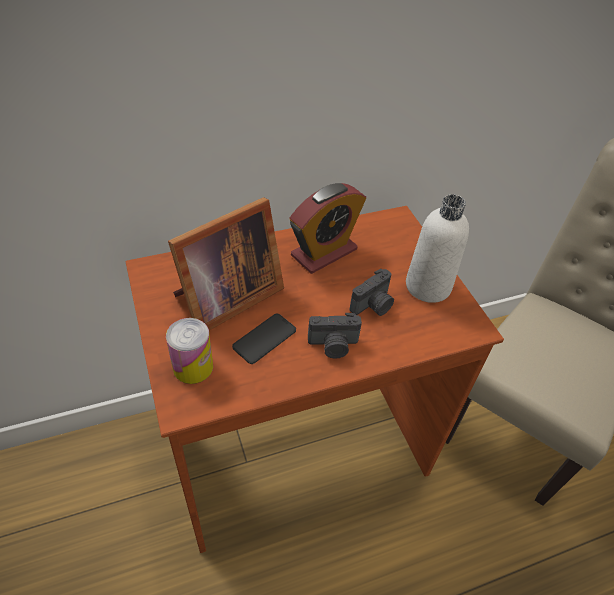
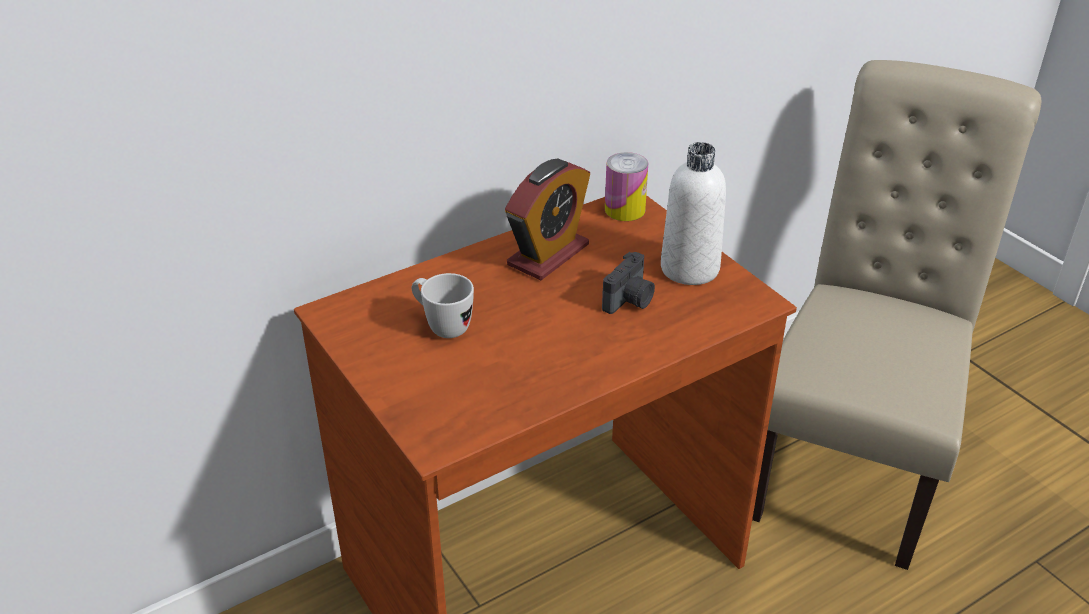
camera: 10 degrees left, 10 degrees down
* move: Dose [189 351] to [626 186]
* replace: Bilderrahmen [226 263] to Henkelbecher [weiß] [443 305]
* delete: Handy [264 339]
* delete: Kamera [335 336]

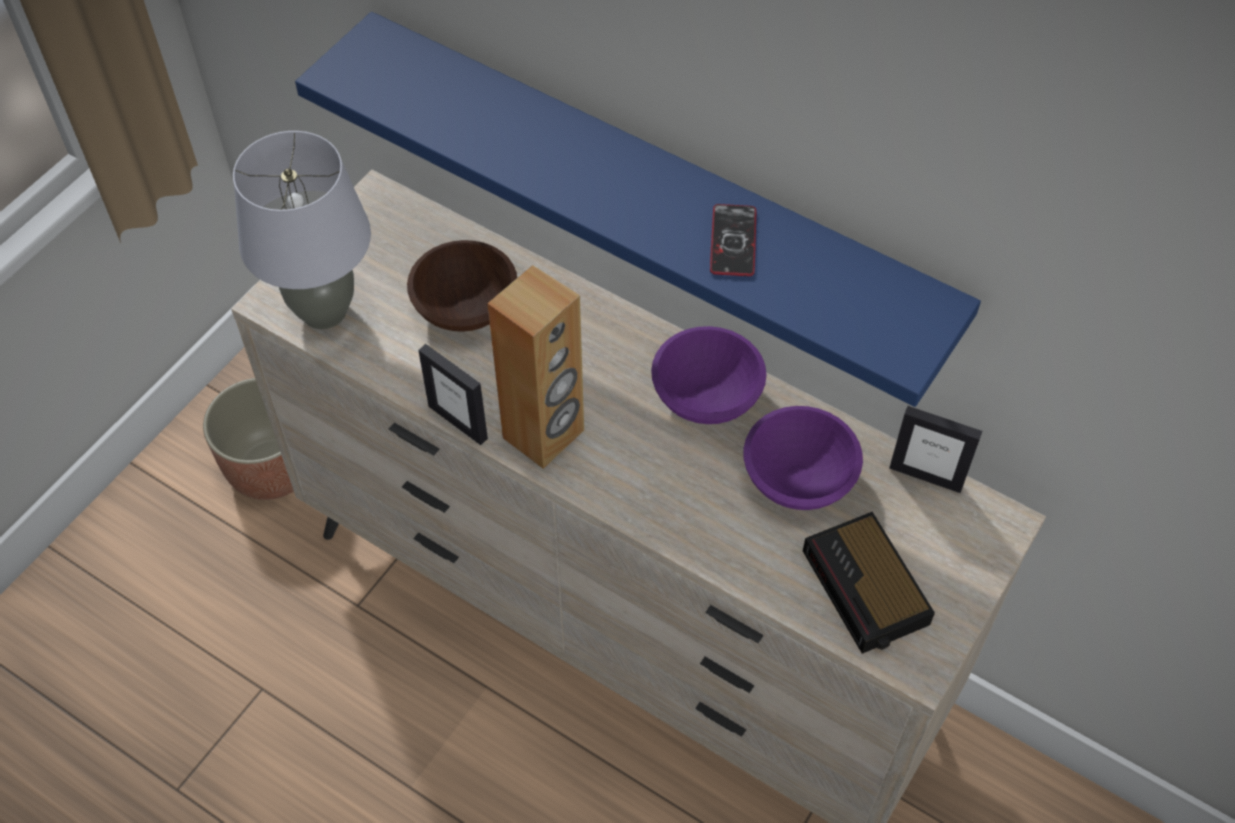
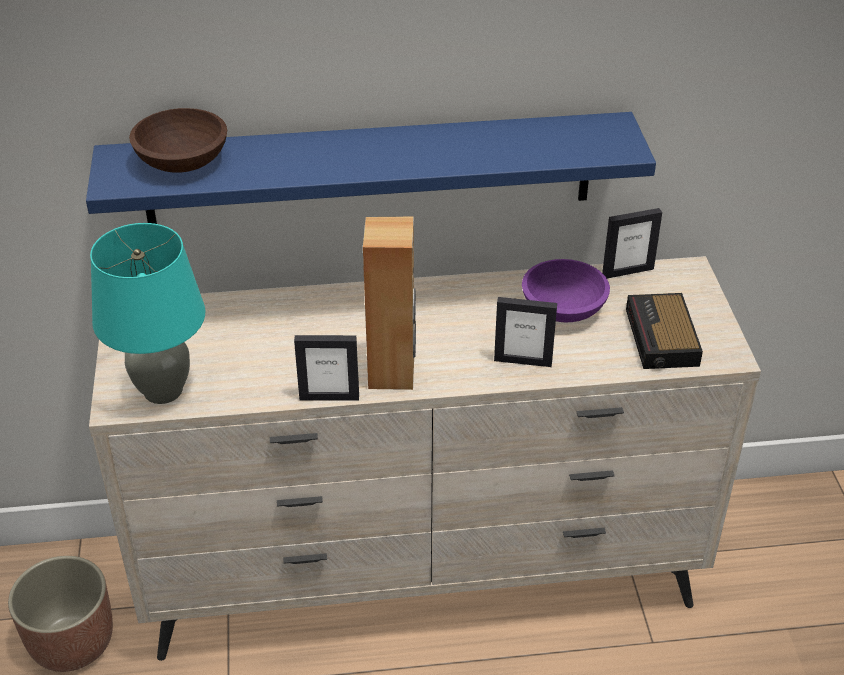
camera: 40 degrees left, 15 degrees down
* recolor: Tischlampe [grau] [302 230] to Tischlampe [türkis] [147 313]
* move: Schüssel [braun] [462 286] to [178 140]
* delete: Schüssel [lila] [709 375]
* delete: Handy [733 240]
* rotate: Wecker [869 583] = [664 331] 60 degrees clockwise
* insert: Bilderrahmen [525 332]

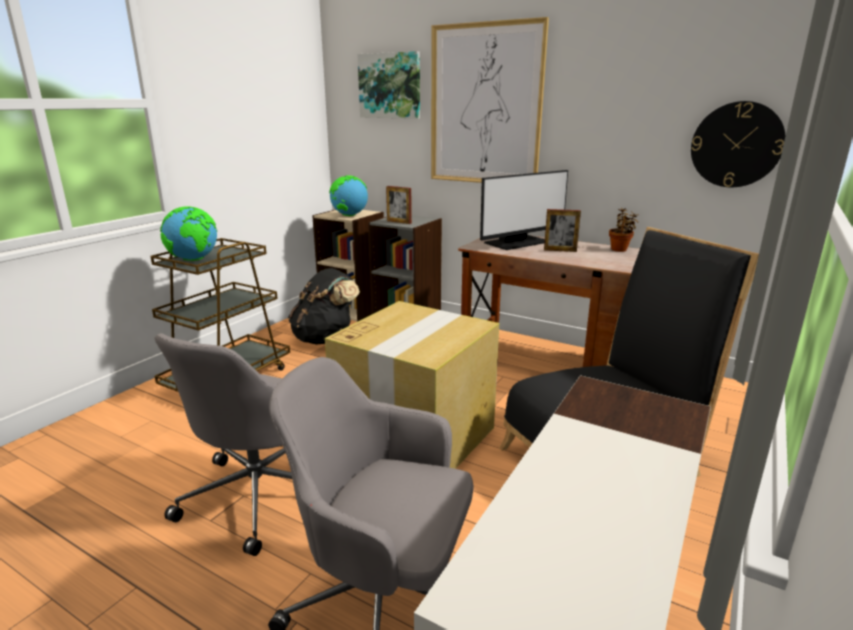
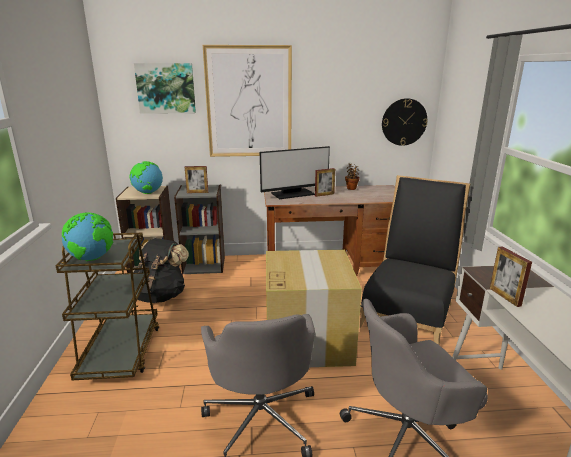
camera: 35 degrees left, 0 degrees up
* rotate: Monitor [524 210] = [295 172] 45 degrees clockwise
* insert: Bilderrahmen [511 276]

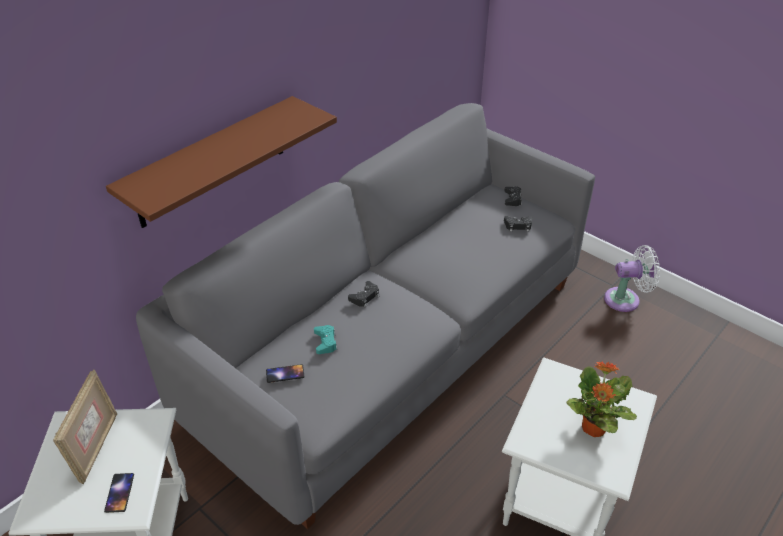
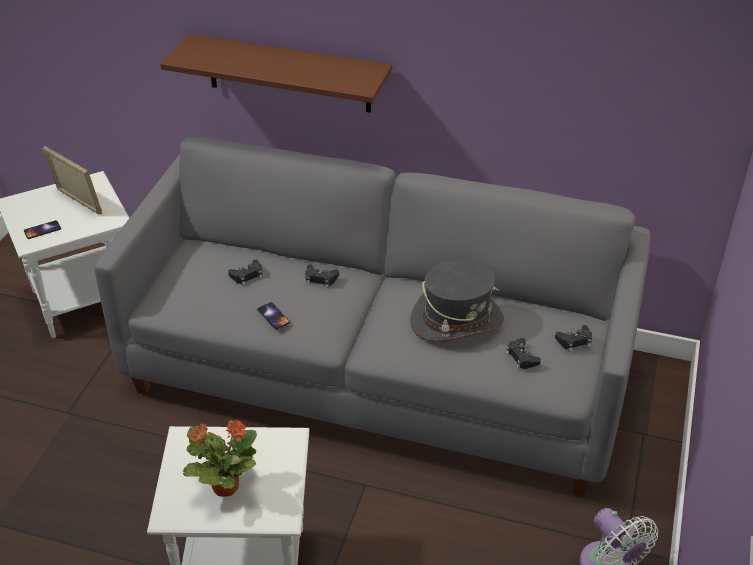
camera: 65 degrees right, 0 degrees up
* rotate: Bilderrahmen [85 426] = [72 180] 120 degrees counterclockwise
* move: Handy [285 373] to [273 316]
* recolor: Gamepad [türkis] [326 339] to Gamepad [schwarz] [245 272]
* insert: Hut [grau] [457 301]

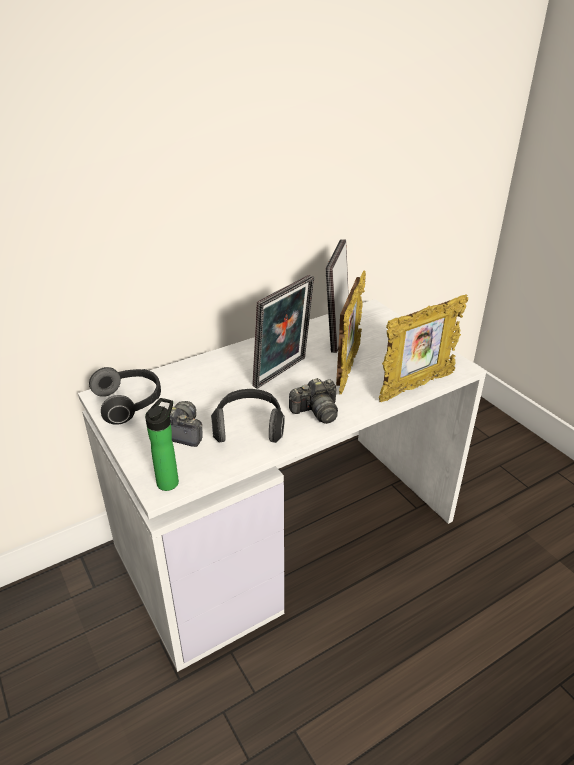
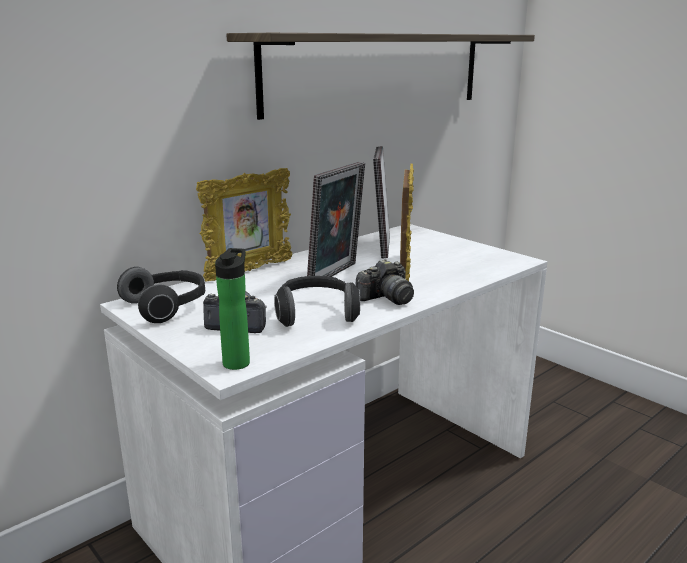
camera: 10 degrees left, 15 degrees down
* move: Bilderrahmen [423 348] to [244 225]
* insert: Wandregal [380 76]

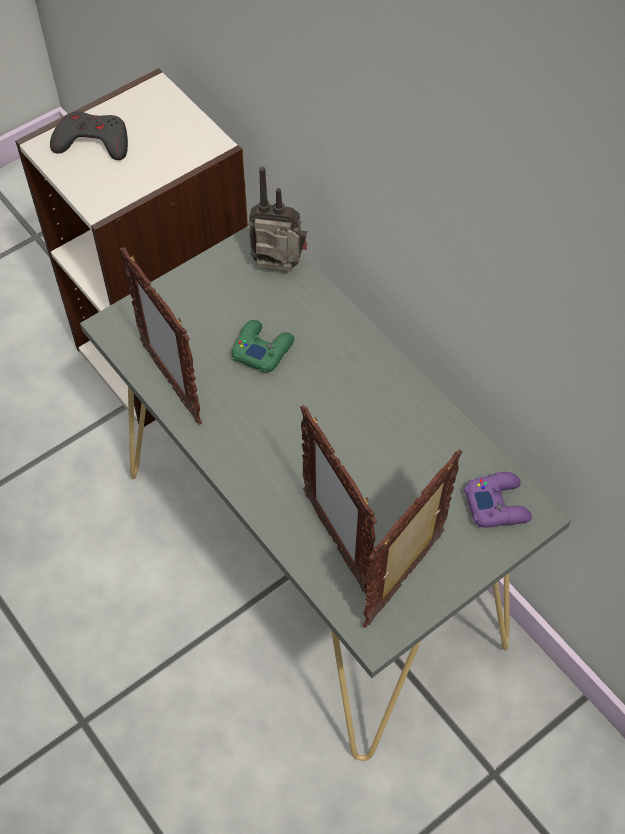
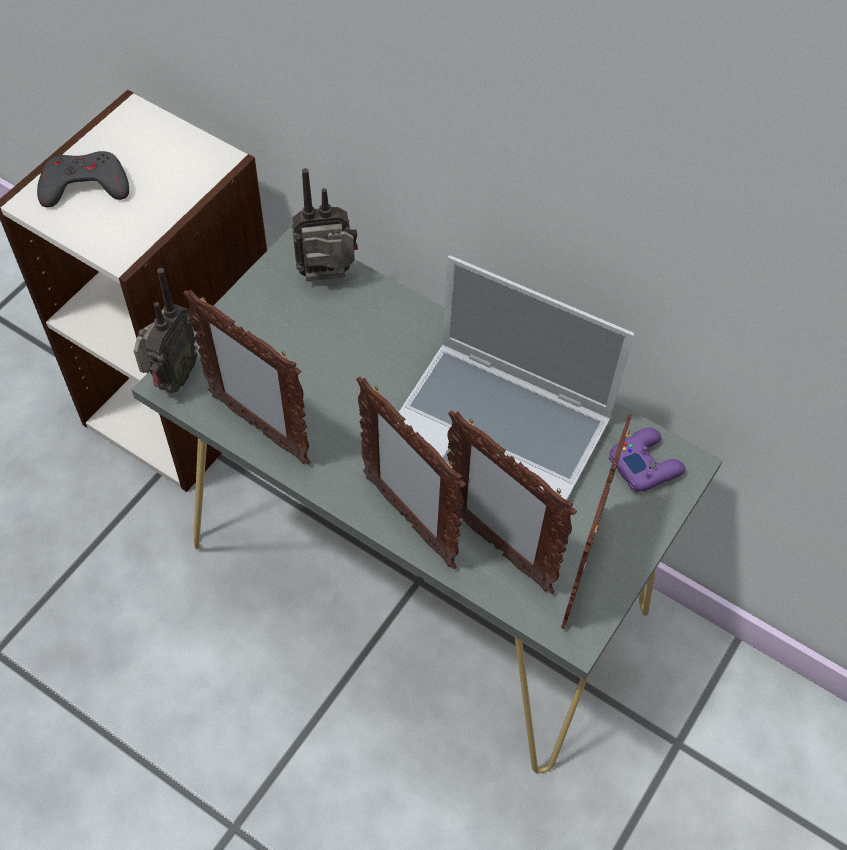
camera: 20 degrees left, 0 degrees up
* delete: Gamepad [grün] [263 346]
* insert: Radio [166 330]
* insert: Bilderrahmen [411 473]
* insert: Laptop [516 377]

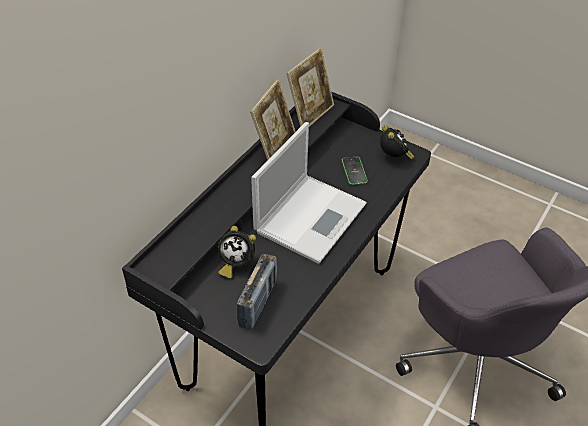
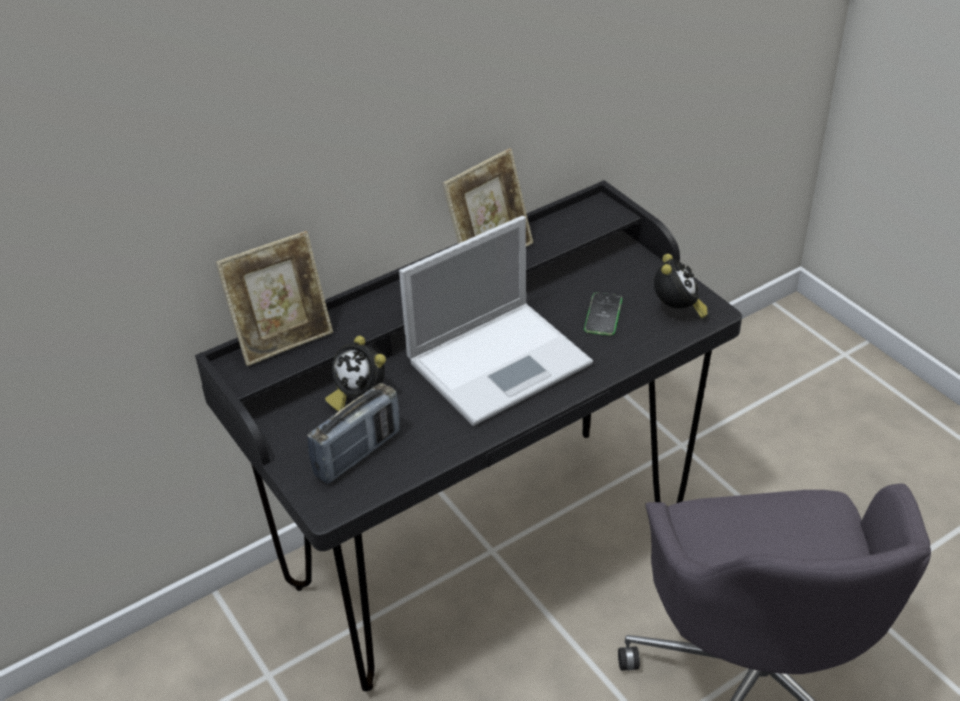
camera: 25 degrees right, 5 degrees down
* move: Bilderrahmen [310 87] to [274 298]

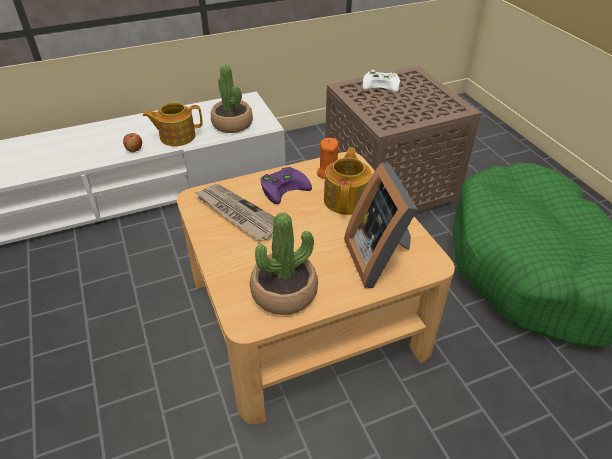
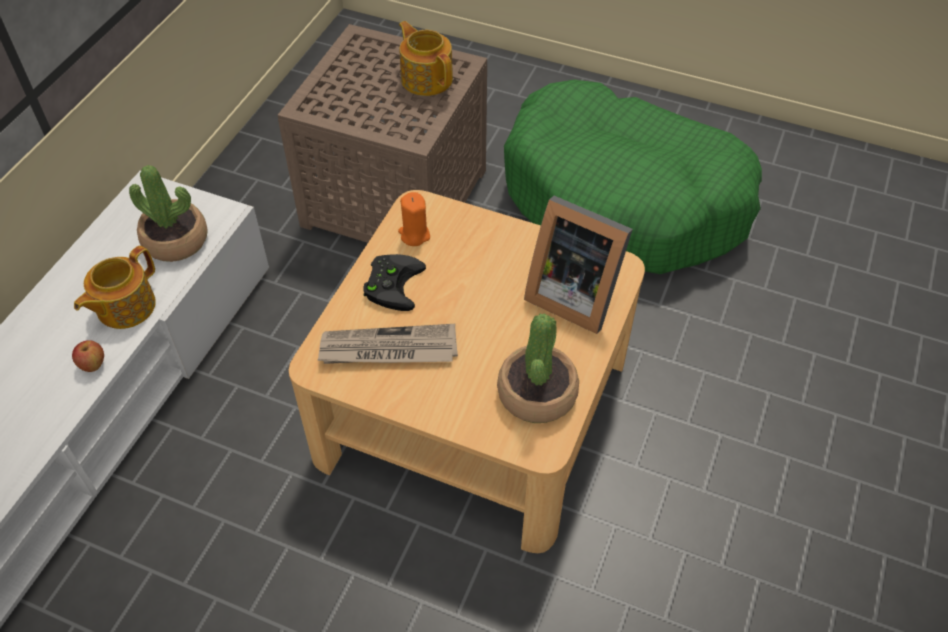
camera: 45 degrees left, 10 degrees up
* recolor: Gamepad [lila] [286 185] to Gamepad [schwarz] [394 282]
* move: Teekanne [348 181] to [426 58]
* delete: Gamepad [weiß] [381 81]

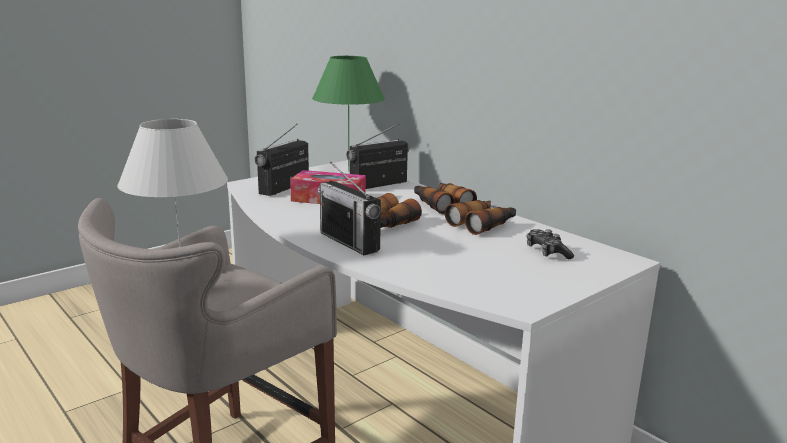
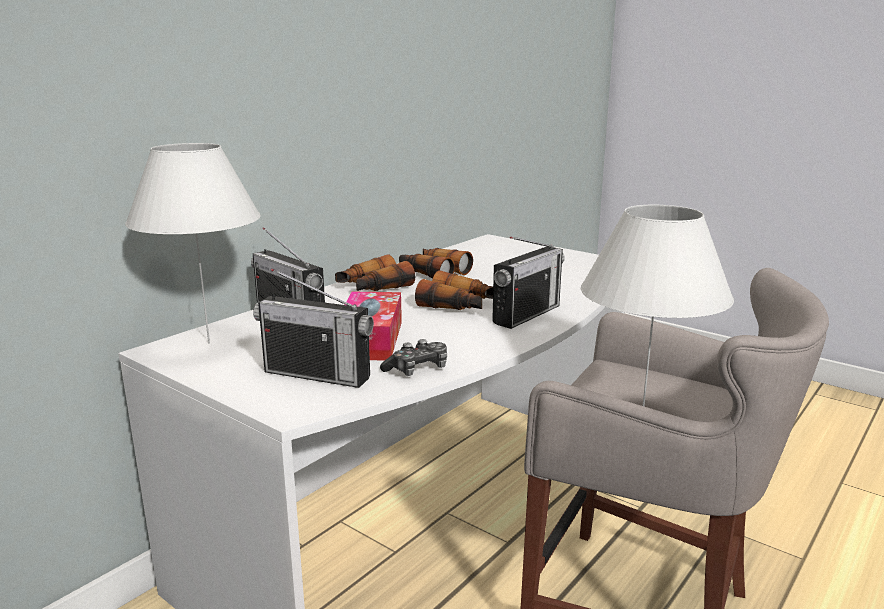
camera: 100 degrees left, 0 degrees up
* recolor: Tischlampe [grün] [348 114] to Tischlampe [weiß] [193 243]
* move: Gamepad [550 244] to [413 357]

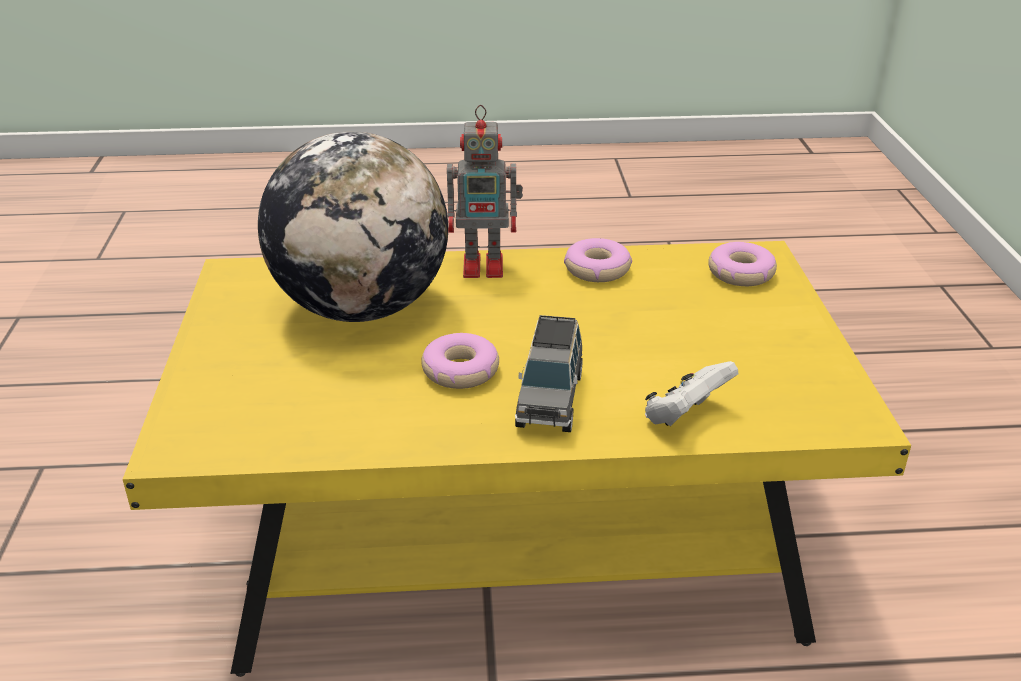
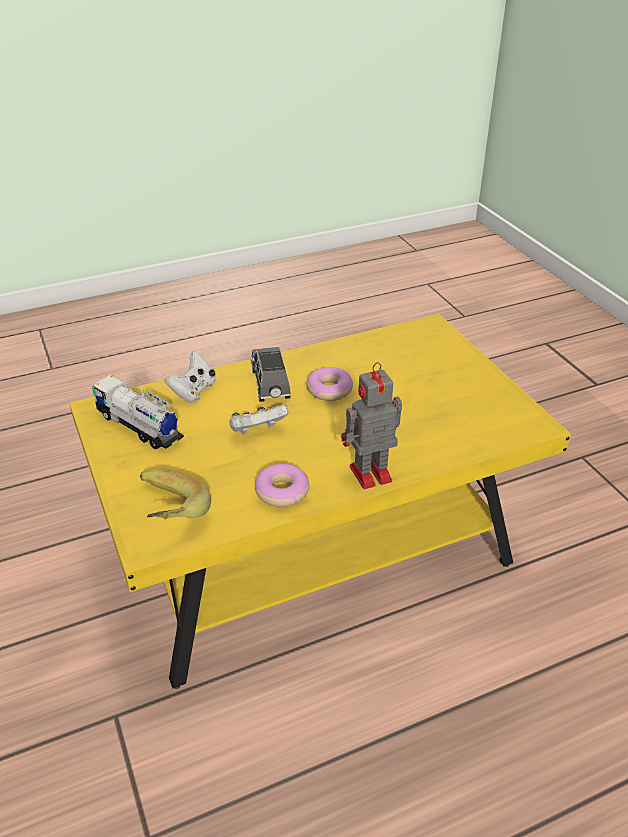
camera: 160 degrees right, 5 degrees up
* delete: Globus [353 226]
* replace: Donut [742 264] to Banane [175 494]
* insert: Spielzeuglaster [138 412]
* insert: Gamepad [weiß] [259 420]

